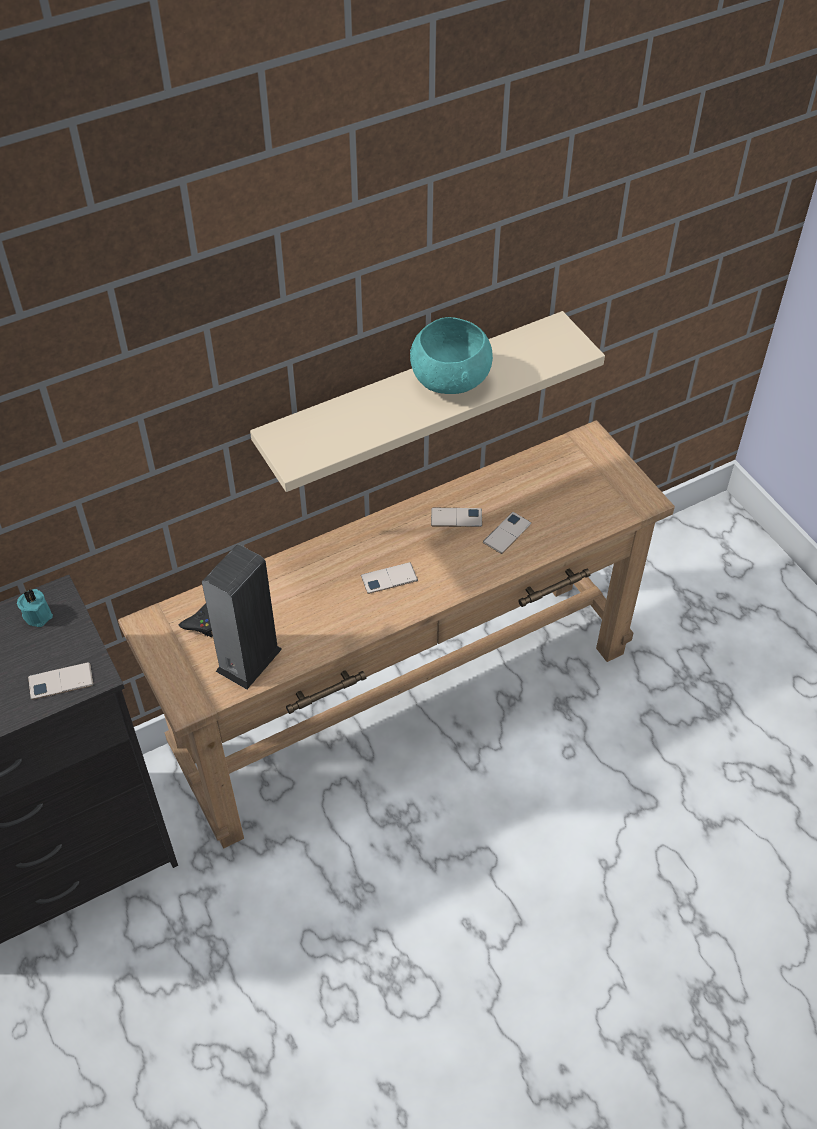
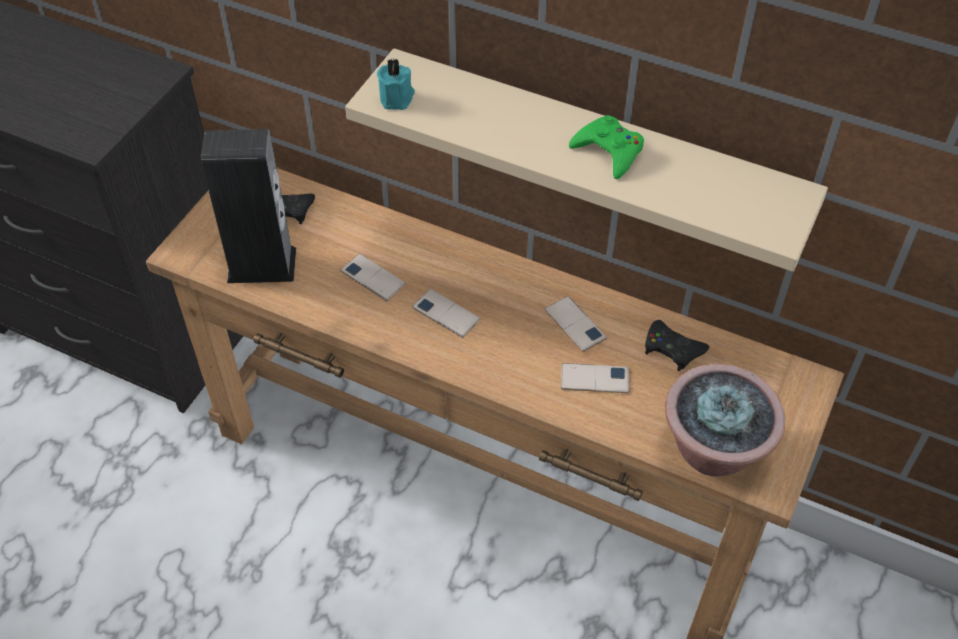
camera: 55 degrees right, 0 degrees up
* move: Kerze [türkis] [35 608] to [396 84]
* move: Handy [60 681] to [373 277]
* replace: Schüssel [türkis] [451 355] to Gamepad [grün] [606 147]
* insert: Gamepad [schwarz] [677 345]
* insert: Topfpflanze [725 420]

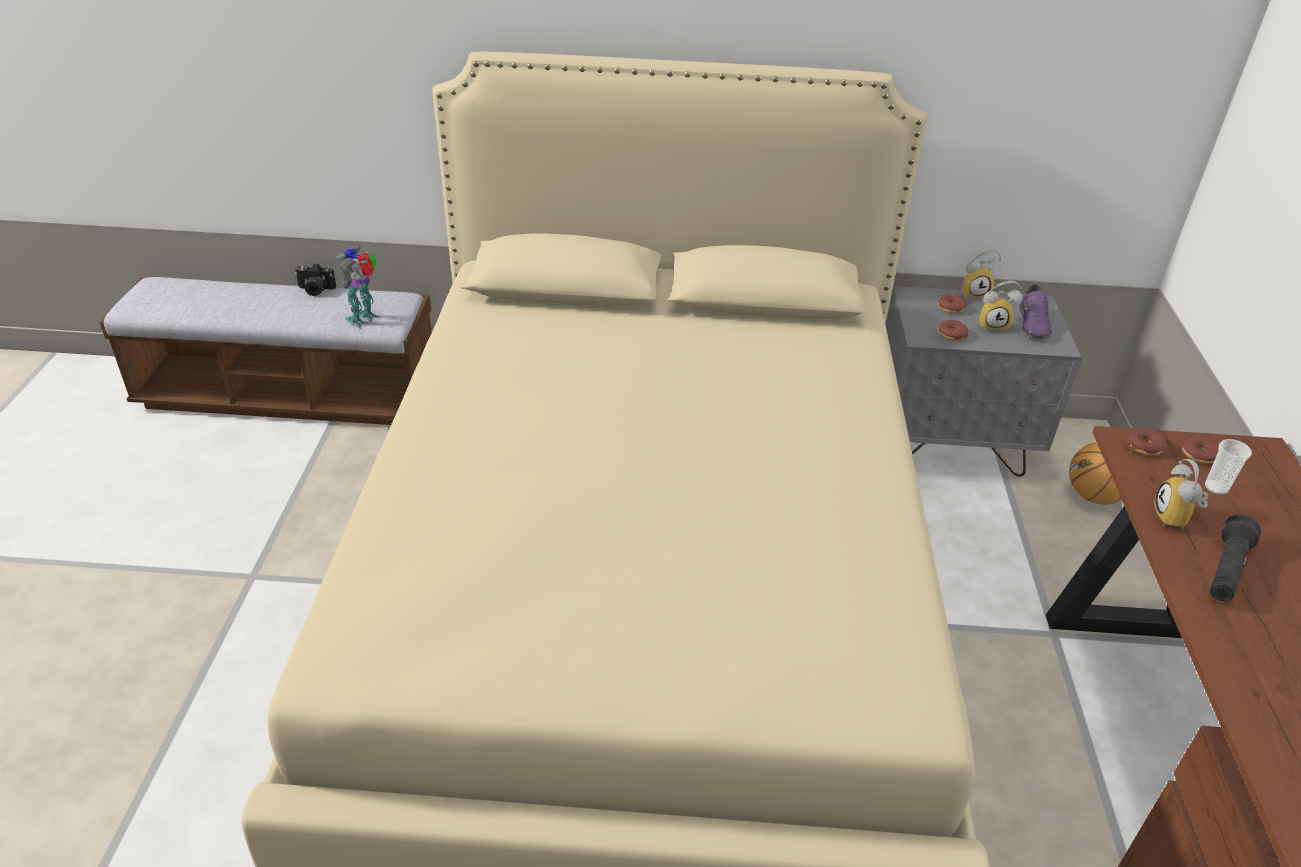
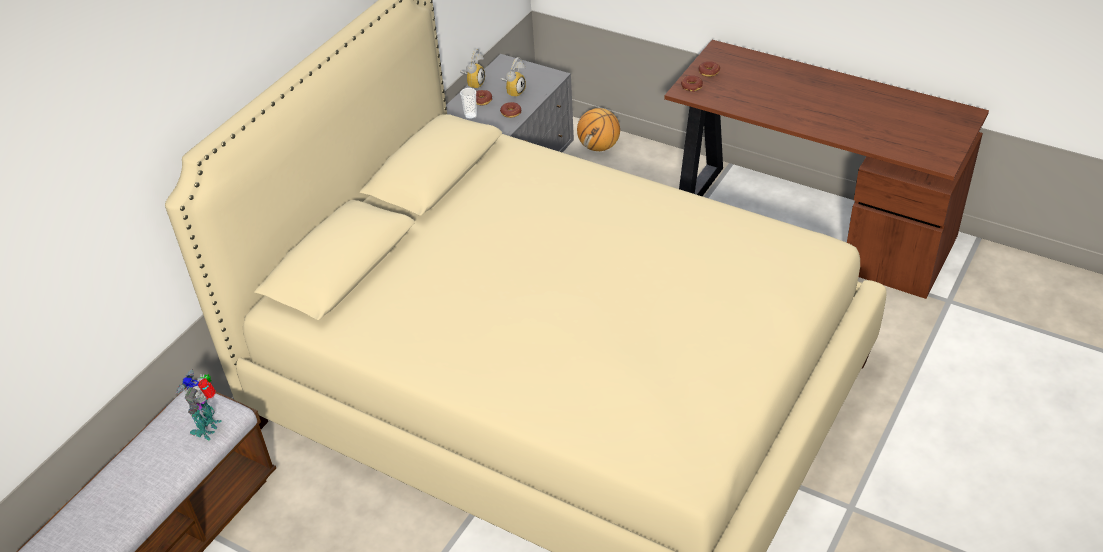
camera: 60 degrees left, 5 degrees up
* delete: Kamera [315 279]
* rotate: Spielzeugroboter [357 287] = [199 404] 45 degrees clockwise
* delete: Schuh [lila] [1035 311]
* delete: Wecker [1181 495]
* move: Tasse [1228 467] to [468 103]
* delete: Taschenlampe [schwarz] [1235 558]

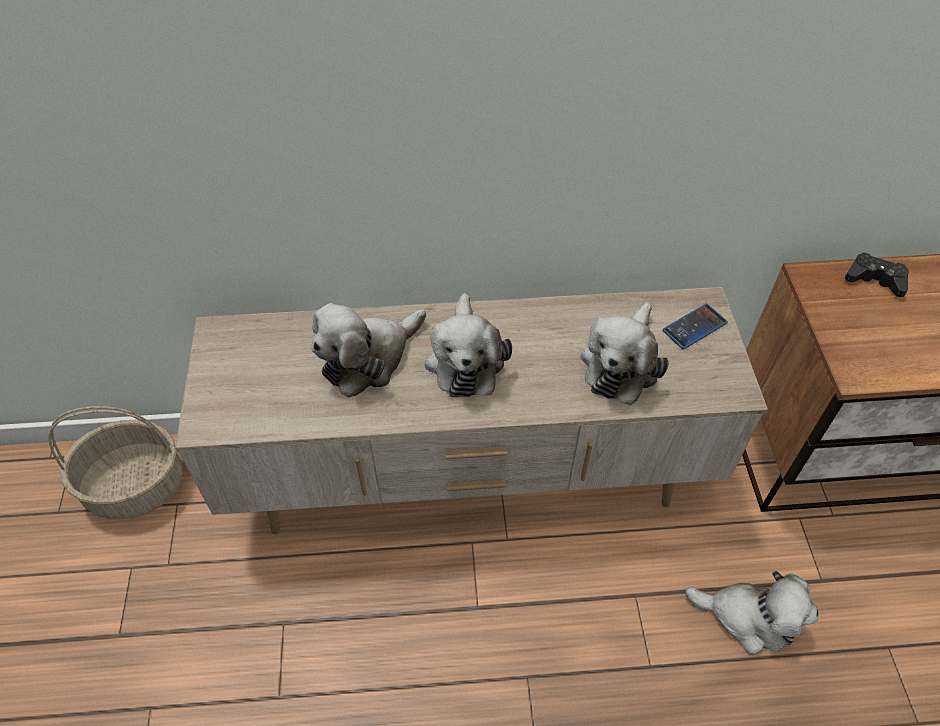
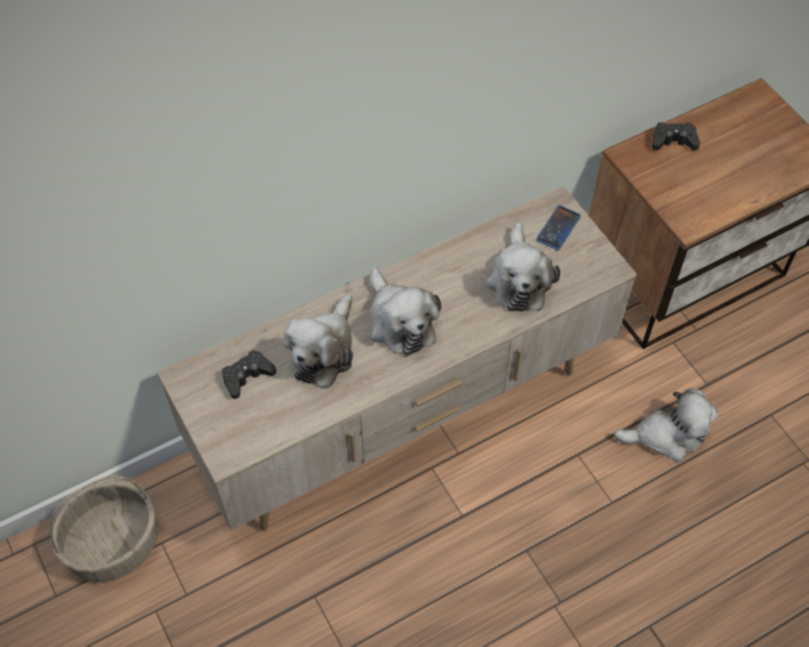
camera: 25 degrees left, 5 degrees up
* insert: Gamepad [schwarz] [249 374]

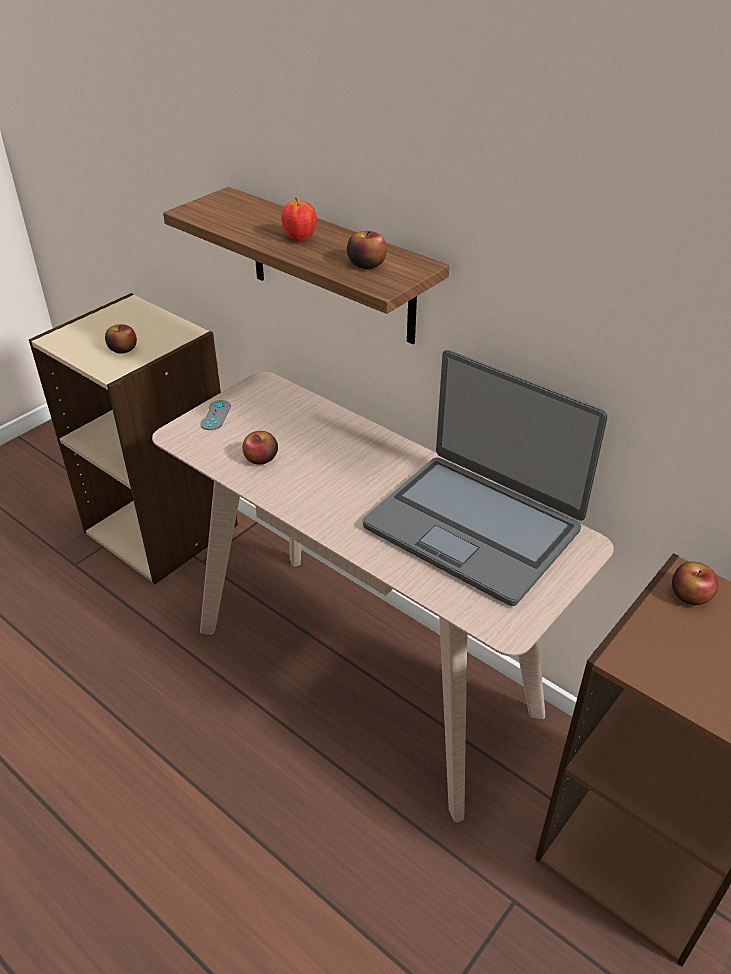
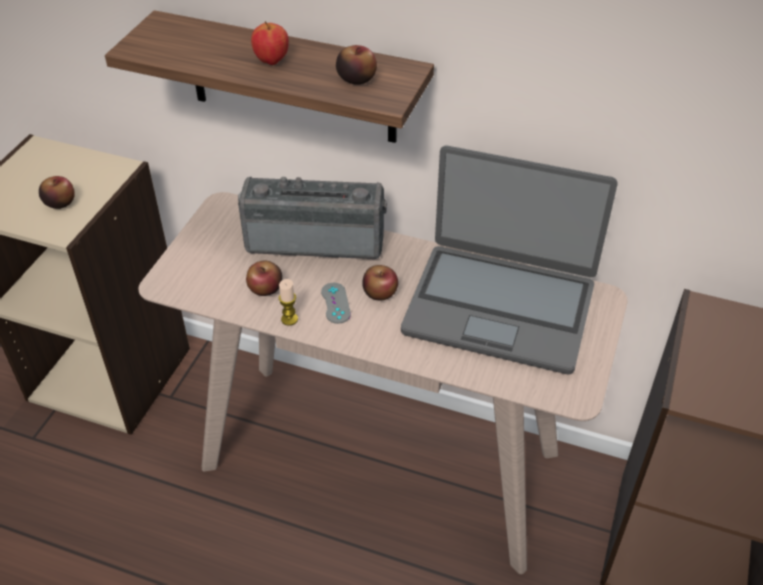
camera: 20 degrees left, 5 degrees up
* move: Gamepad [grau] [215 415] to [336 303]
* move: Apfel [695 583] to [380 282]
* insert: Radio [312 218]
* insert: Kerze [288 302]

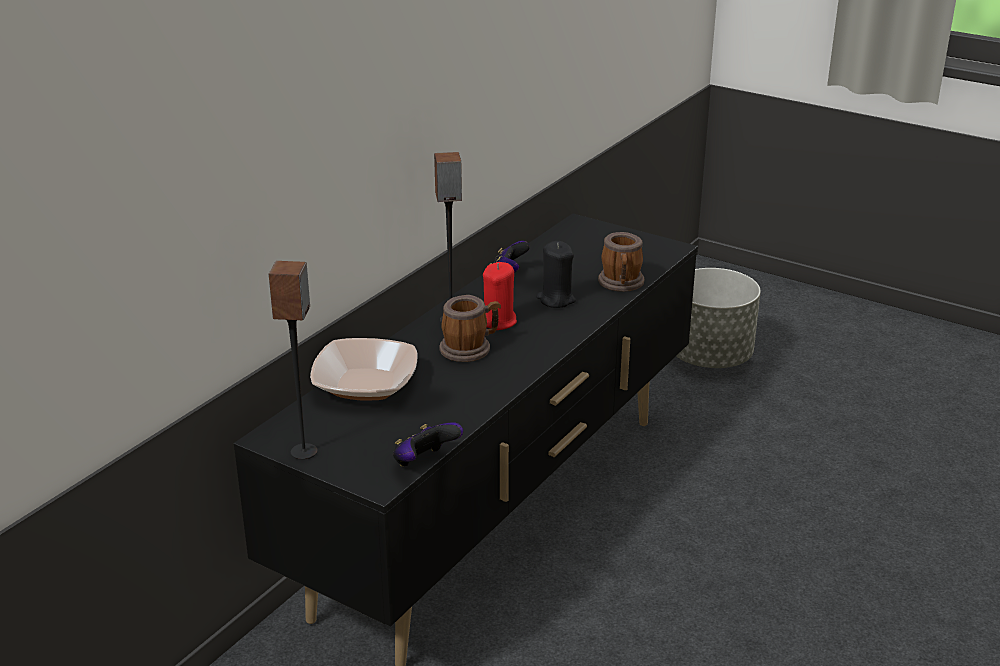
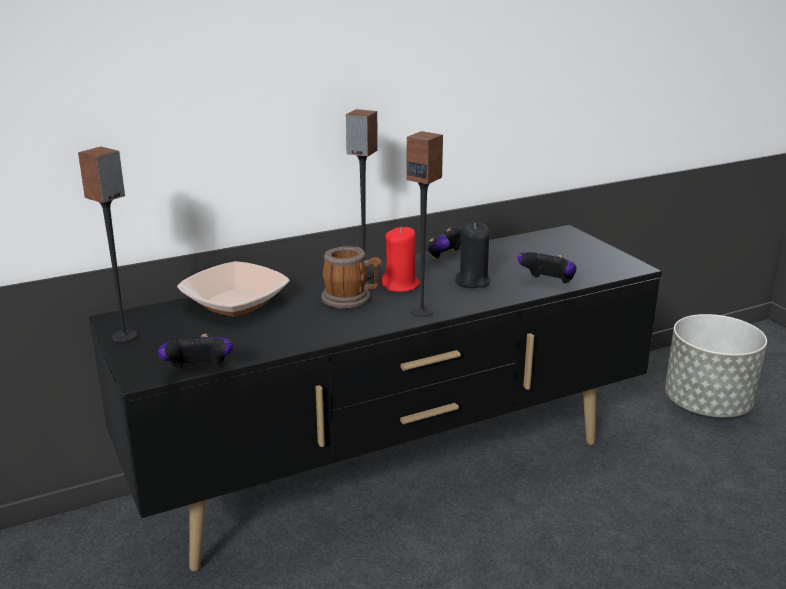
camera: 30 degrees right, 5 degrees down
* replace: Henkelbecher [621 262] to Gamepad [547 268]
* insert: Lautsprecher [424 224]

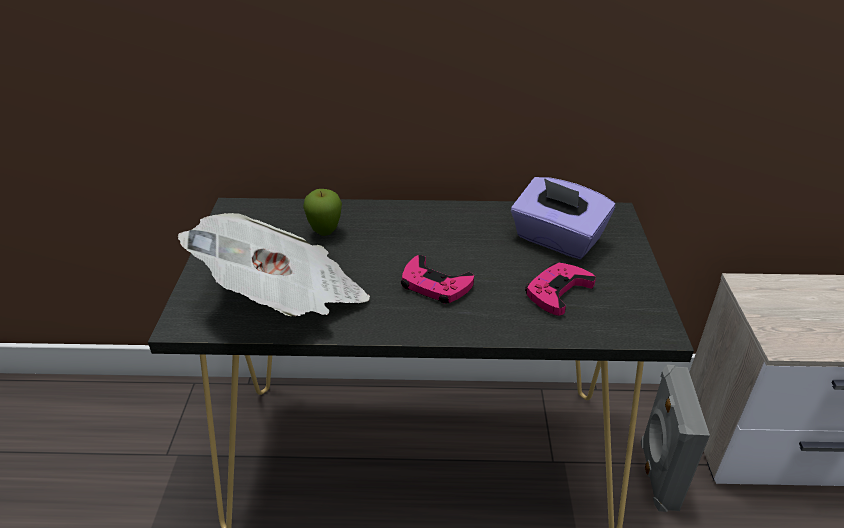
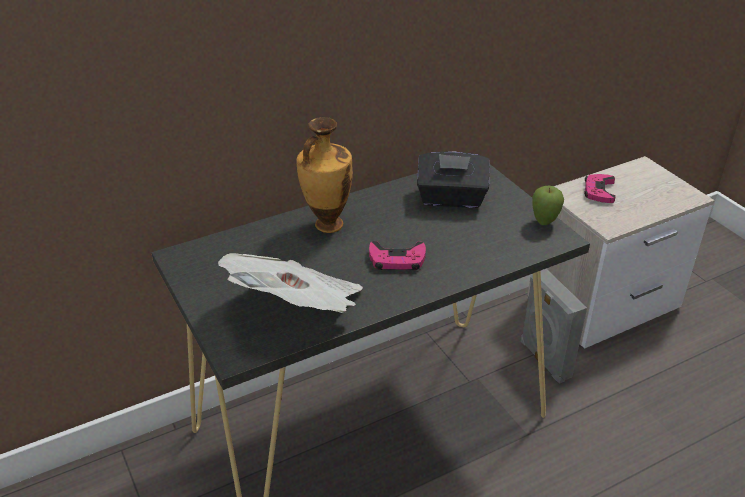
camera: 30 degrees left, 0 degrees up
* move: Apfel [322 212] to [548 205]
* recolor: Taschentuchbox [lila] [563 218] to Taschentuchbox [schwarz] [453 179]
* move: Gamepad [rosa] [560 289] to [600 188]
* insert: Vase [324 175]

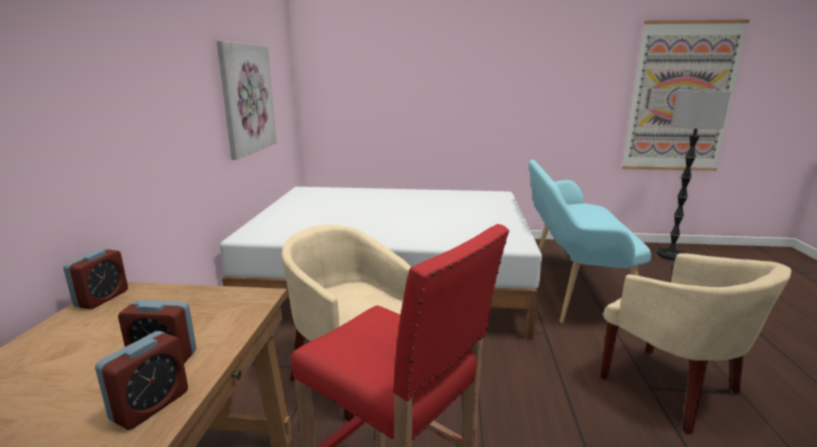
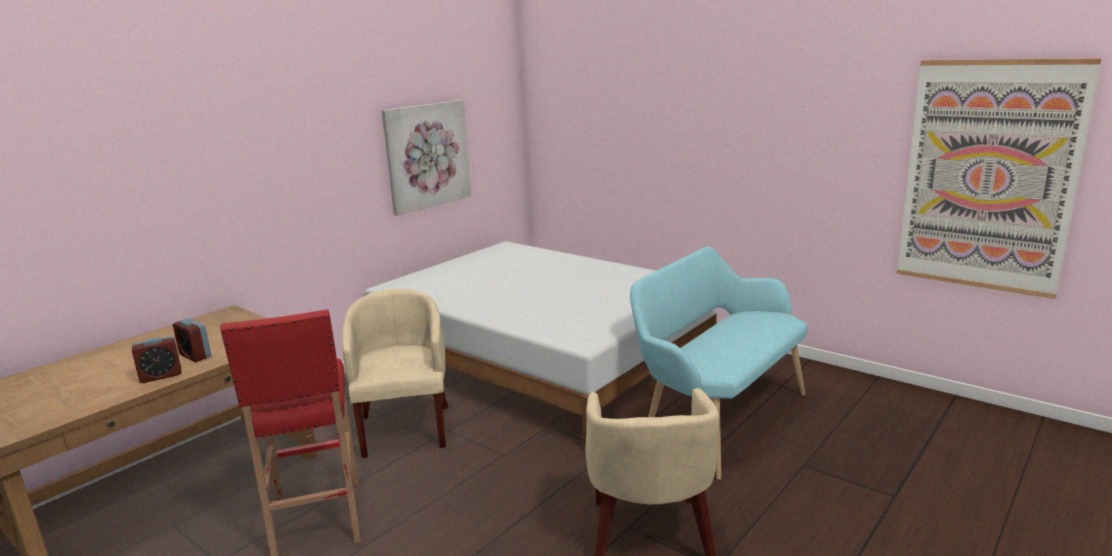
camera: 35 degrees right, 0 degrees up
* delete: Wecker [95 279]
* delete: Stehlampe [693 175]

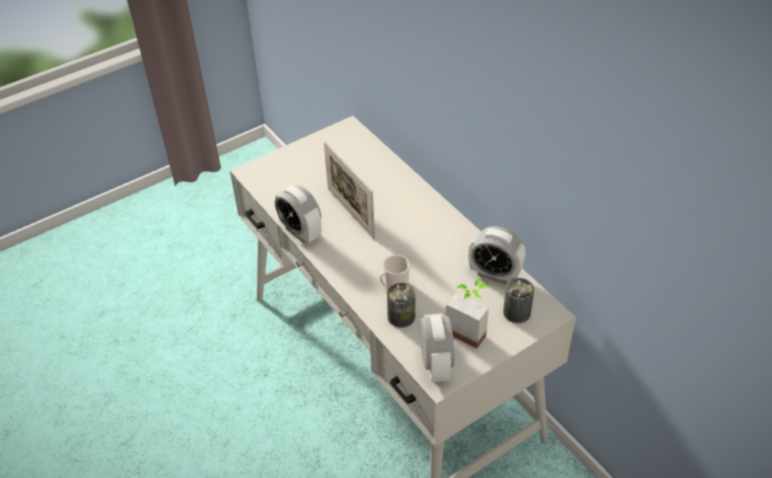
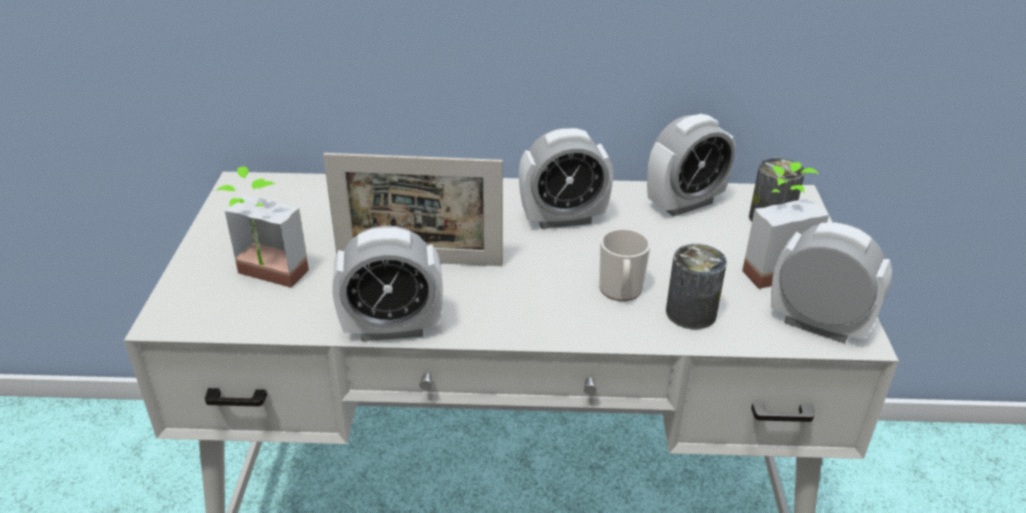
camera: 55 degrees left, 10 degrees down
* insert: Topfpflanze [263 227]
* insert: Wecker [566 178]

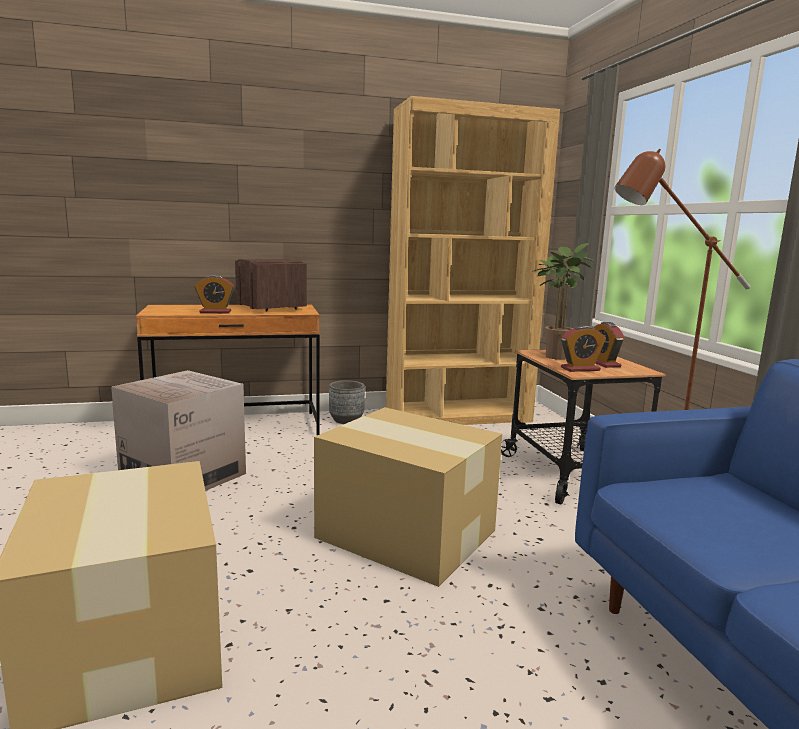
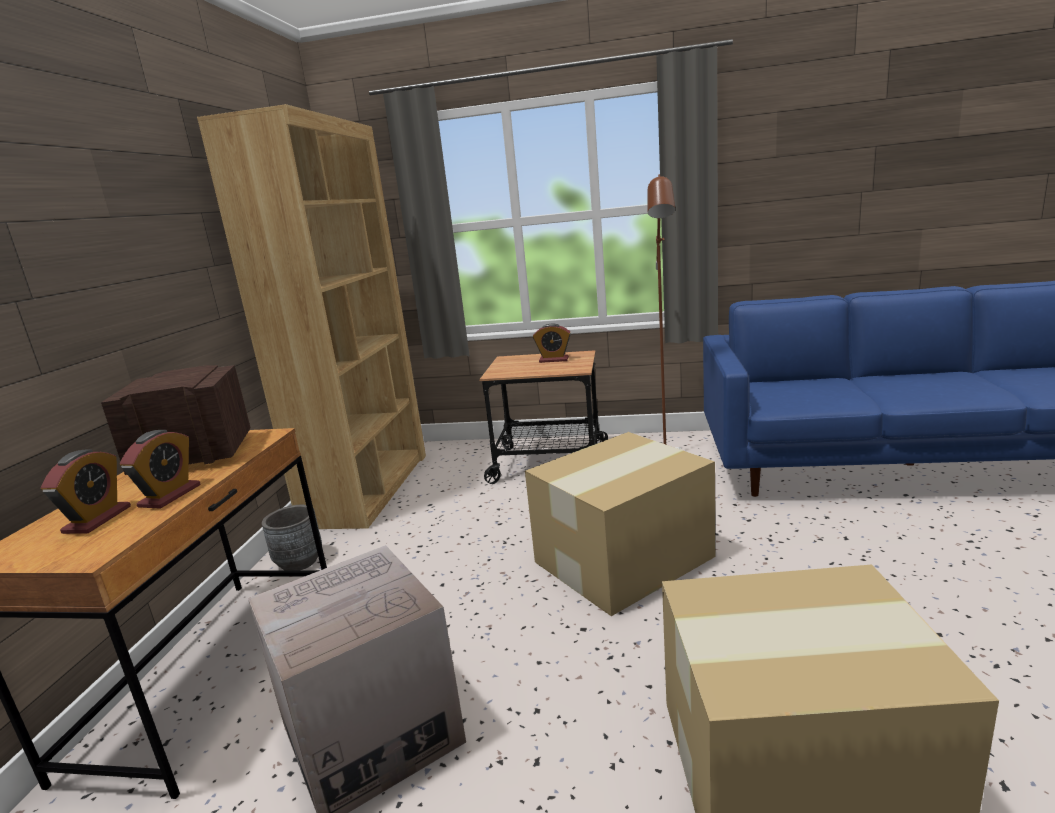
camera: 65 degrees left, 5 degrees up
* delete: Topfpflanze [563 301]
* move: Wecker [583 348] to [86 491]

